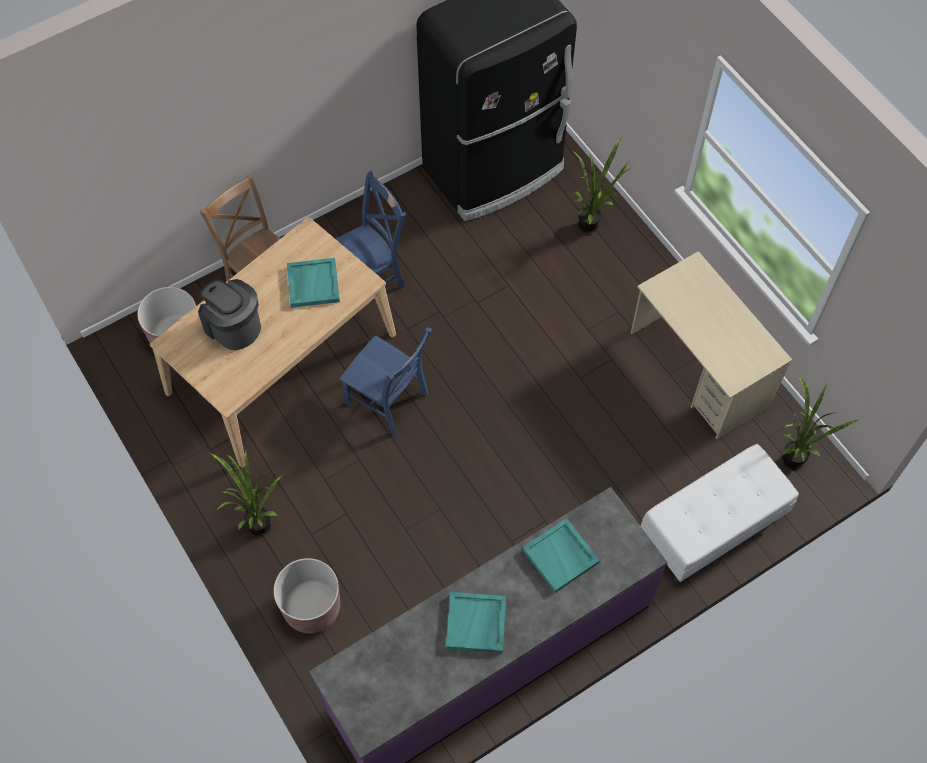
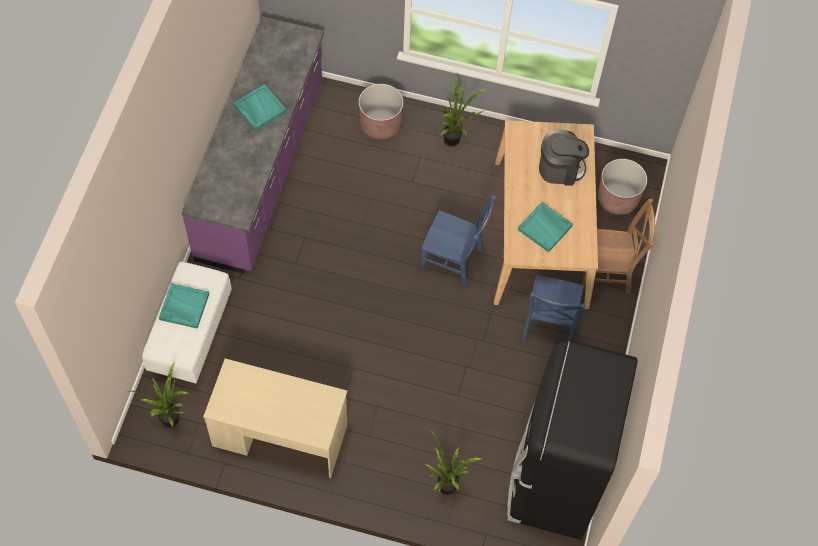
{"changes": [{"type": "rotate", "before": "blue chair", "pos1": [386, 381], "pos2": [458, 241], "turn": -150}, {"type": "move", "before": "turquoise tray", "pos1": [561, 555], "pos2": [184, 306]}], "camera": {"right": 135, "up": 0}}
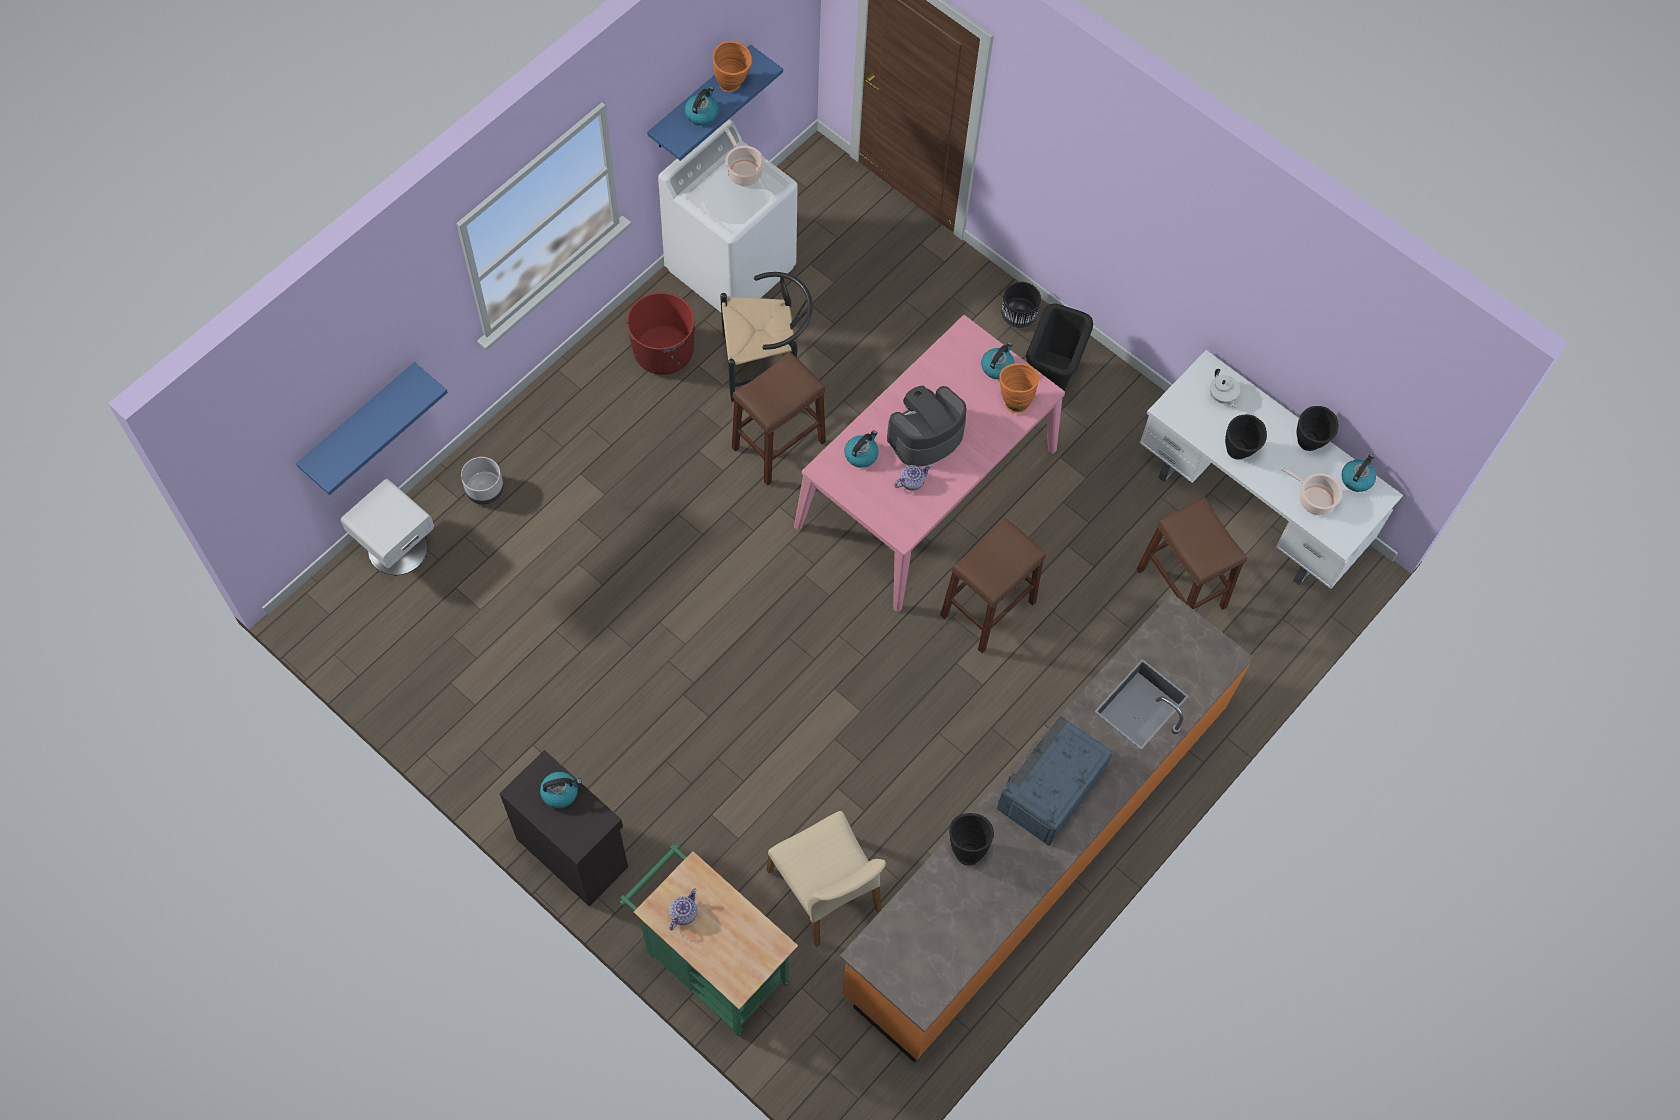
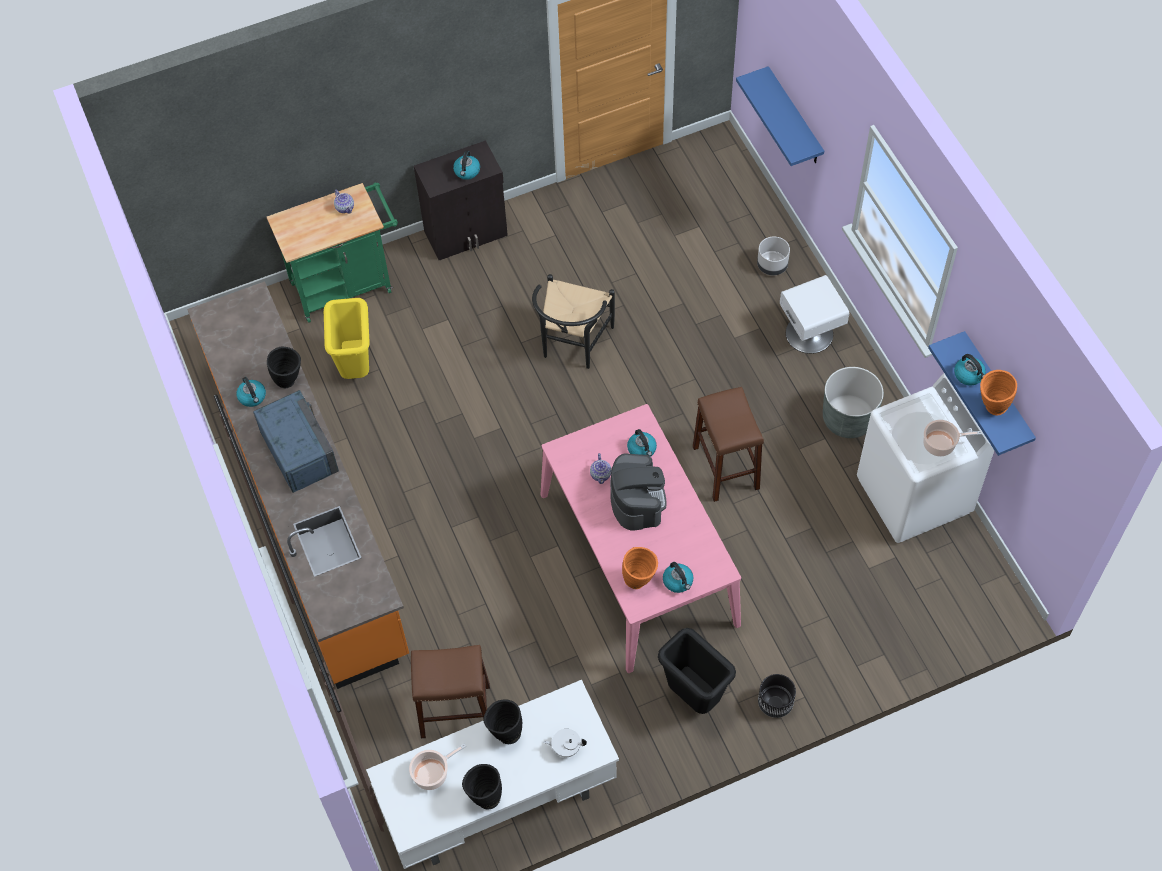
{"changes": [{"type": "move", "before": "black chair", "pos1": [766, 337], "pos2": [573, 321]}, {"type": "recolor", "before": "red planter", "after": "grey planter", "pos1": [661, 333], "pos2": [853, 402]}, {"type": "move", "before": "kettle", "pos1": [1358, 473], "pos2": [251, 392]}, {"type": "move", "before": "white nightstand", "pos1": [387, 526], "pos2": [814, 314]}, {"type": "delete", "before": "brown stool", "pos1": [993, 585]}, {"type": "replace", "before": "beige chair", "after": "yellow trash can", "pos1": [826, 879], "pos2": [347, 338]}], "camera": {"right": 120, "up": -5}}
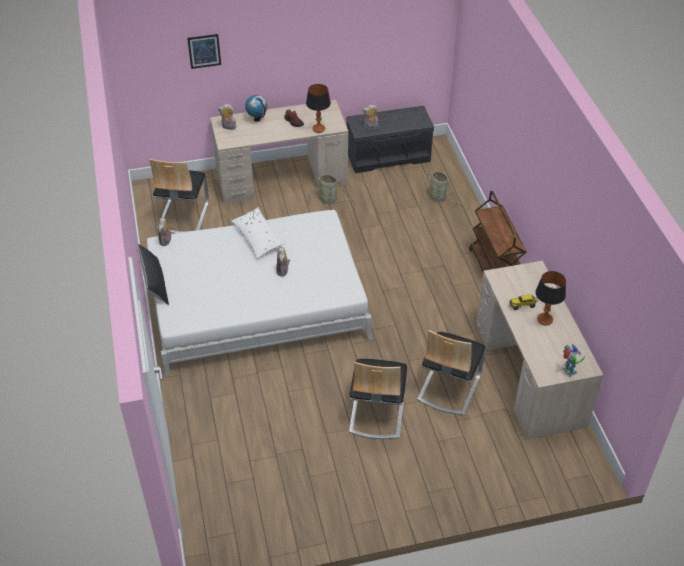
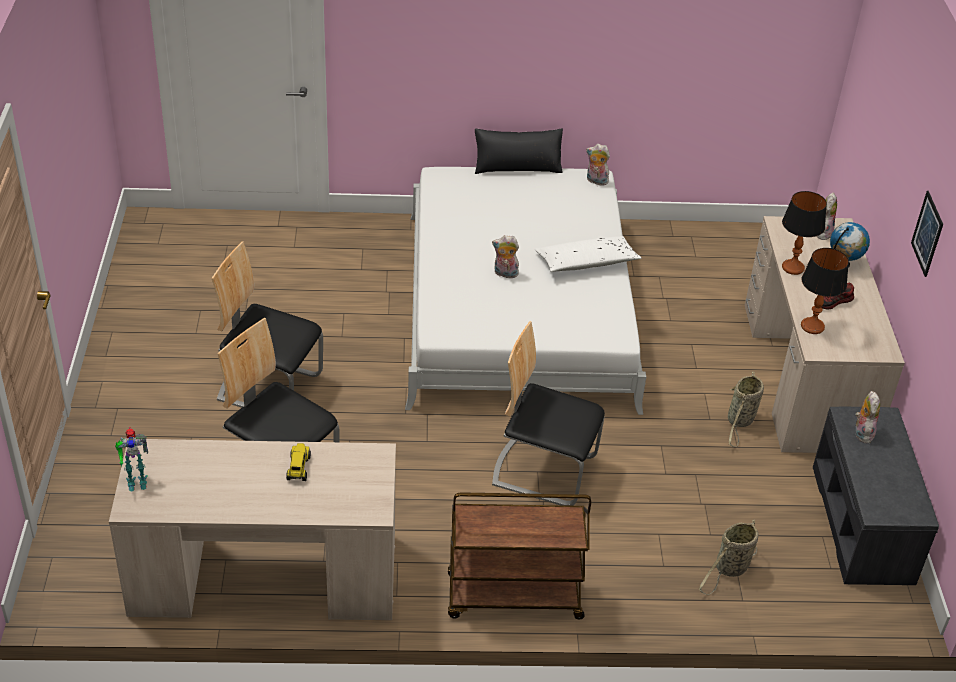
{"changes": [{"type": "move", "before": "picture", "pos1": [204, 51], "pos2": [927, 234]}, {"type": "move", "before": "chair", "pos1": [179, 196], "pos2": [548, 413]}, {"type": "move", "before": "table lamp", "pos1": [550, 298], "pos2": [804, 233]}], "camera": {"right": 100, "up": -5}}
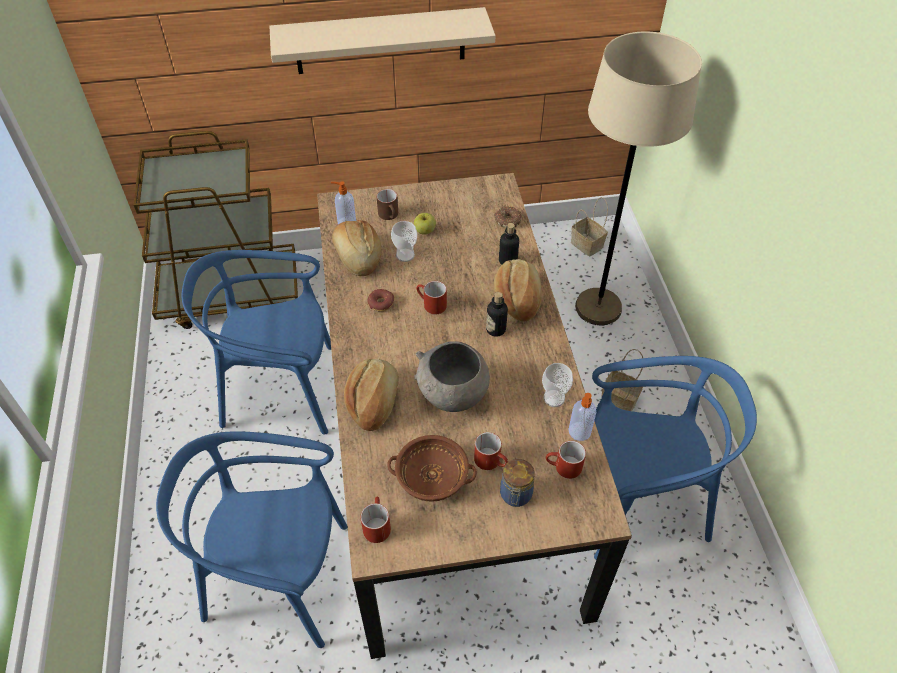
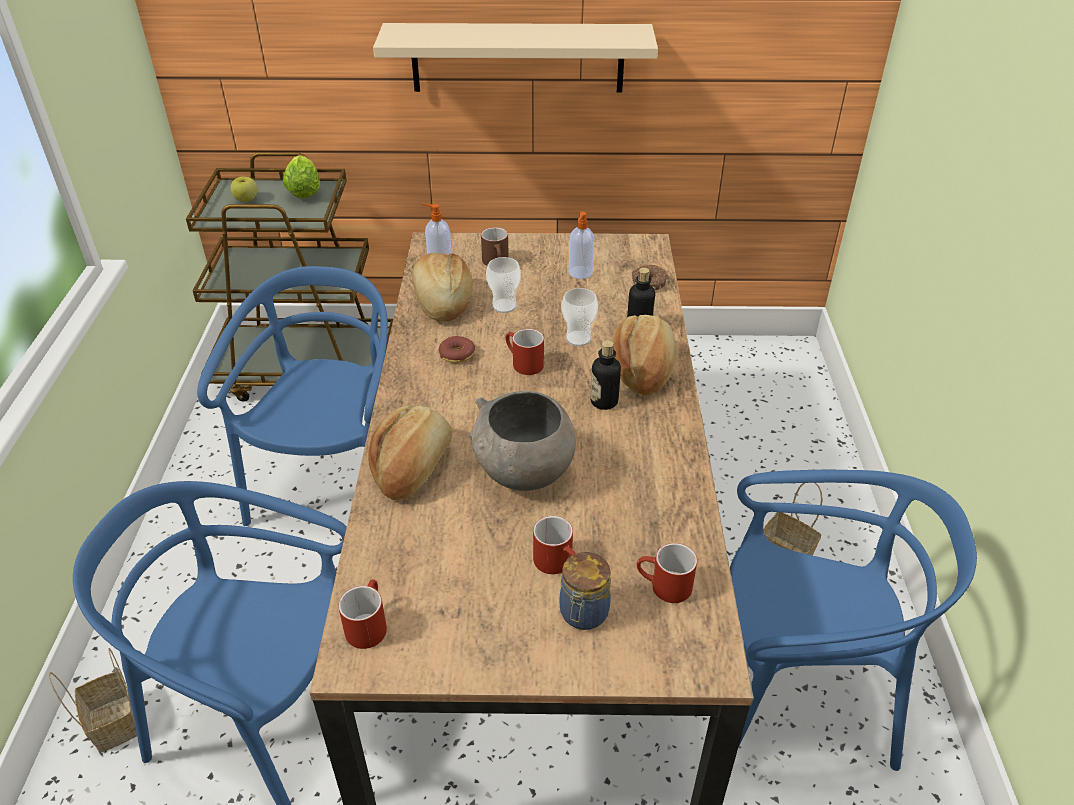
{"changes": [{"type": "delete", "before": "beige floor lamp", "pos1": [638, 178]}, {"type": "move", "before": "basket", "pos1": [589, 226], "pos2": [93, 700]}, {"type": "move", "before": "apple", "pos1": [425, 224], "pos2": [244, 189]}, {"type": "rotate", "before": "blue chair", "pos1": [256, 342], "pos2": [292, 396], "turn": 90}, {"type": "move", "before": "cup", "pos1": [557, 385], "pos2": [580, 317]}, {"type": "move", "before": "soap dispenser", "pos1": [582, 417], "pos2": [581, 245]}, {"type": "delete", "before": "brown bowl", "pos1": [432, 468]}, {"type": "insert", "after": "lettuce", "pos2": [301, 176]}], "camera": {"right": 10, "up": -10}}
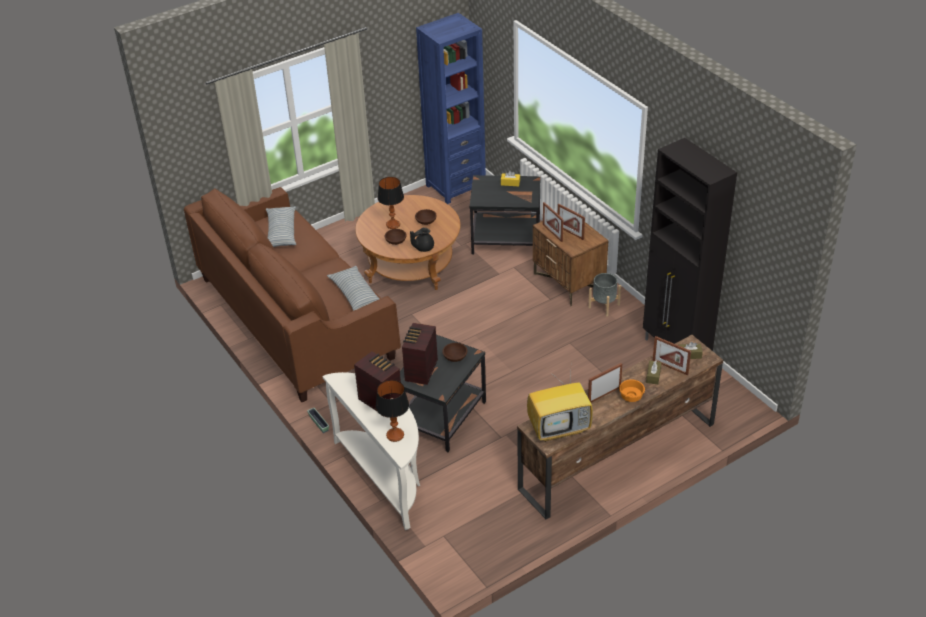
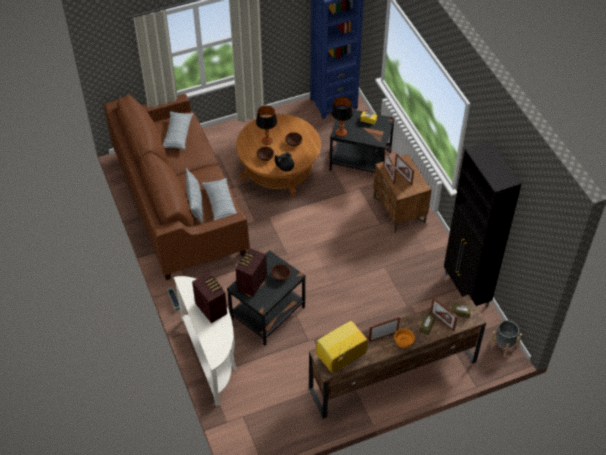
{"changes": [{"type": "move", "before": "grey planter", "pos1": [604, 295], "pos2": [506, 338]}, {"type": "rotate", "before": "television", "pos1": [560, 406], "pos2": [342, 347], "turn": 150}, {"type": "move", "before": "table lamp", "pos1": [392, 411], "pos2": [342, 117]}, {"type": "insert", "after": "pillow", "pos2": [194, 195]}], "camera": {"right": 10, "up": 10}}
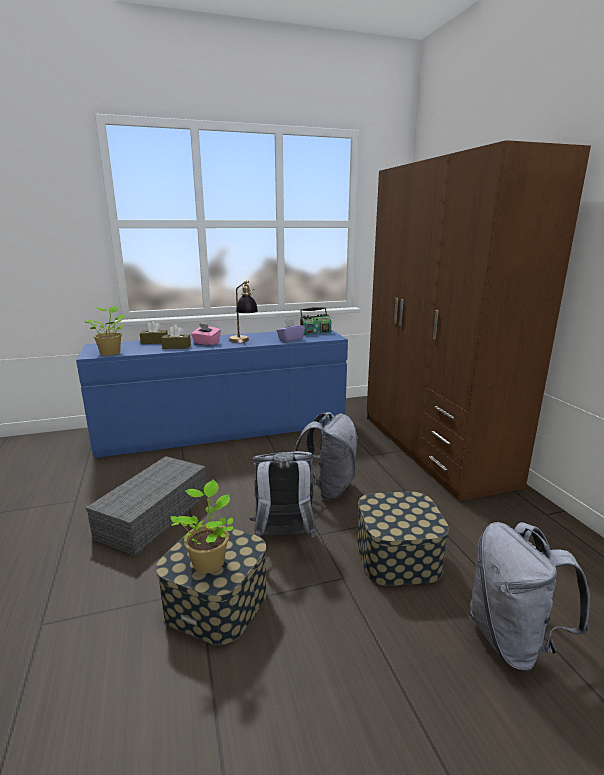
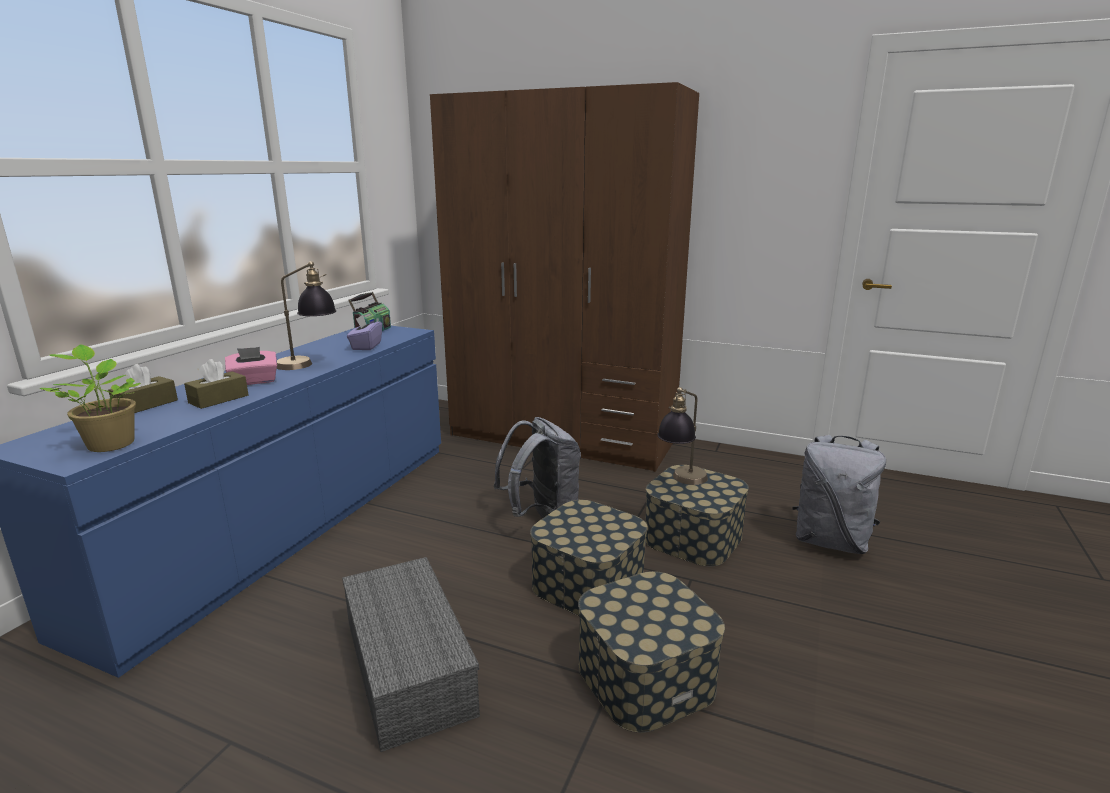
{"changes": [{"type": "replace", "before": "grey backpack", "after": "storage box", "pos1": [284, 494], "pos2": [589, 558]}, {"type": "delete", "before": "potted plant", "pos1": [202, 527]}, {"type": "insert", "after": "table lamp", "pos2": [682, 436]}], "camera": {"right": -50, "up": 0}}
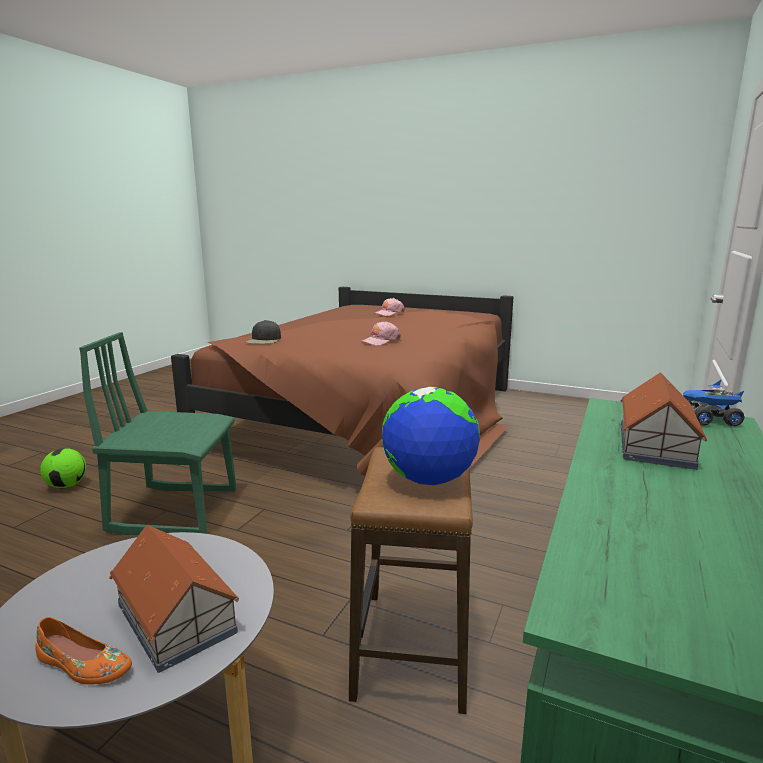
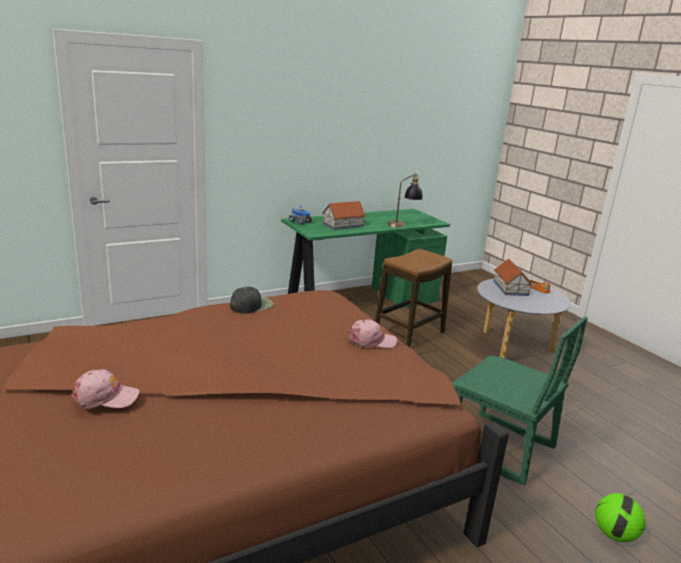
{"changes": [{"type": "move", "before": "black cap", "pos1": [263, 332], "pos2": [252, 300]}, {"type": "move", "before": "pink cap", "pos1": [380, 333], "pos2": [373, 333]}, {"type": "delete", "before": "globe", "pos1": [431, 436]}, {"type": "insert", "after": "table lamp", "pos2": [405, 200]}], "camera": {"right": -145, "up": 5}}
